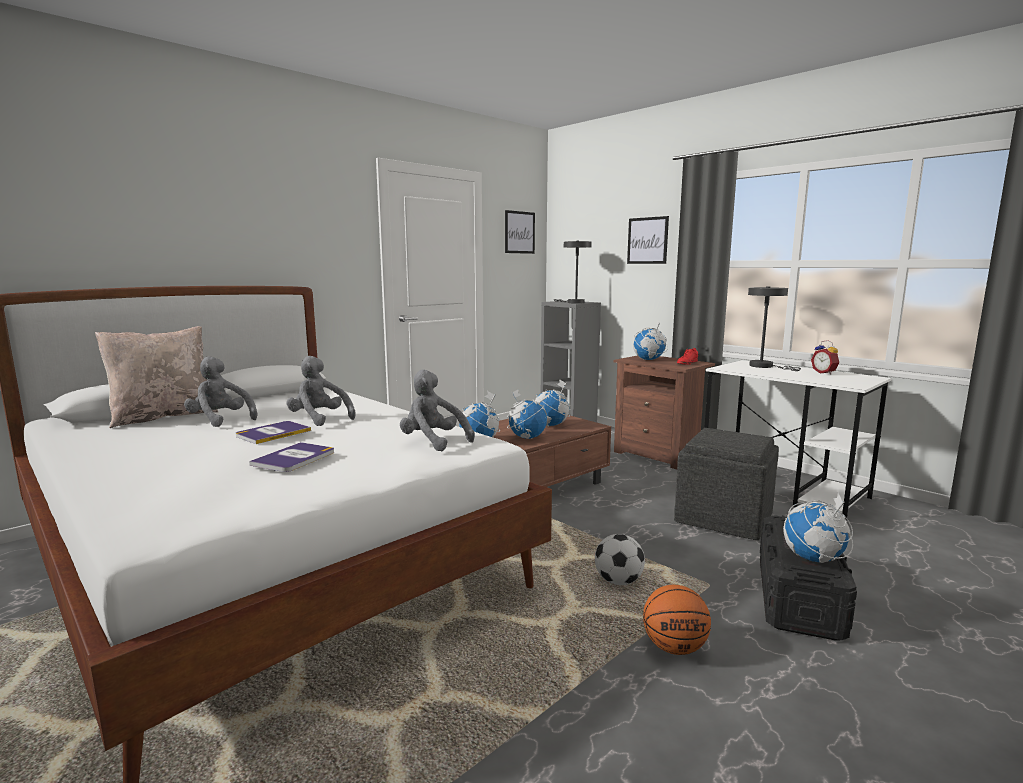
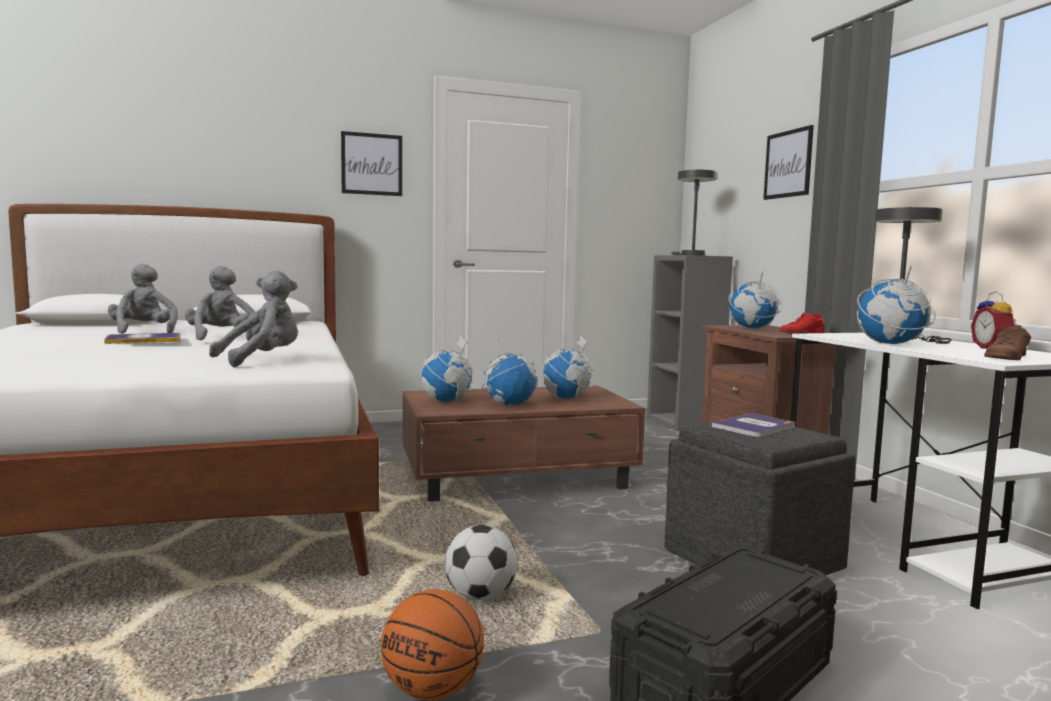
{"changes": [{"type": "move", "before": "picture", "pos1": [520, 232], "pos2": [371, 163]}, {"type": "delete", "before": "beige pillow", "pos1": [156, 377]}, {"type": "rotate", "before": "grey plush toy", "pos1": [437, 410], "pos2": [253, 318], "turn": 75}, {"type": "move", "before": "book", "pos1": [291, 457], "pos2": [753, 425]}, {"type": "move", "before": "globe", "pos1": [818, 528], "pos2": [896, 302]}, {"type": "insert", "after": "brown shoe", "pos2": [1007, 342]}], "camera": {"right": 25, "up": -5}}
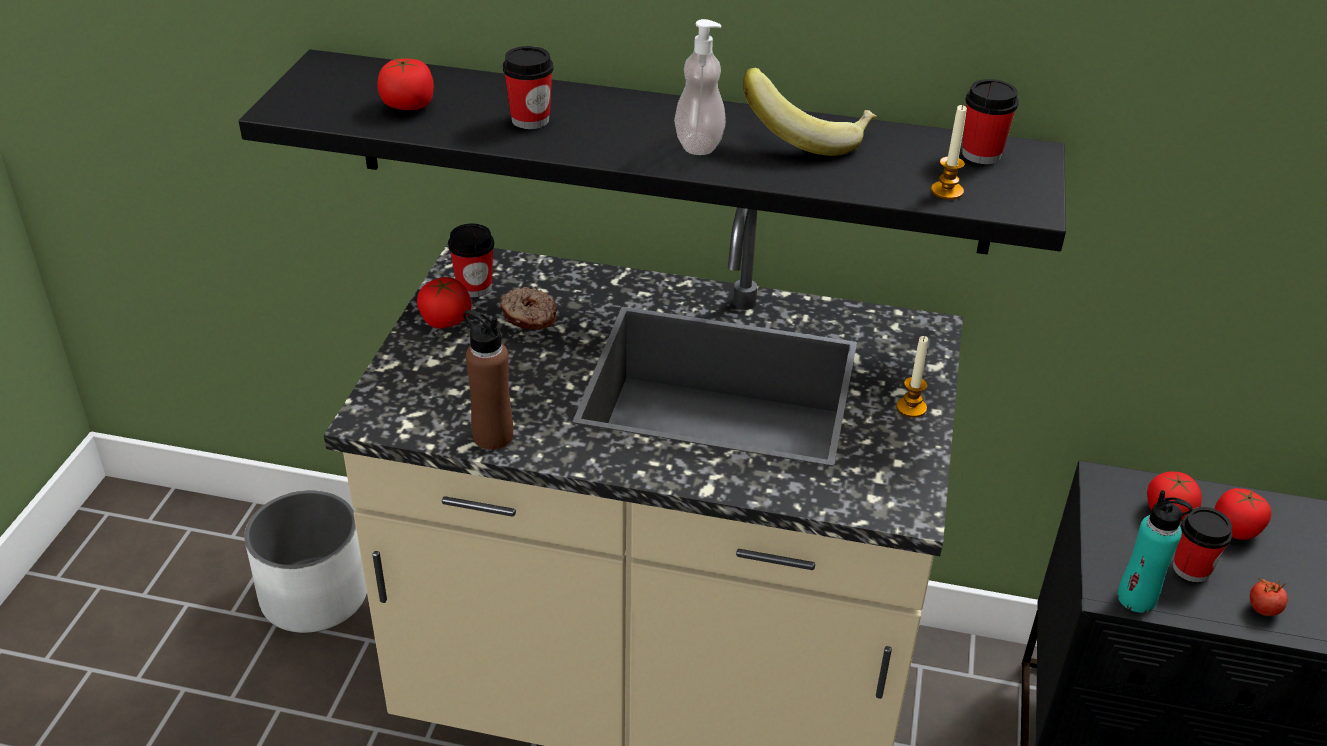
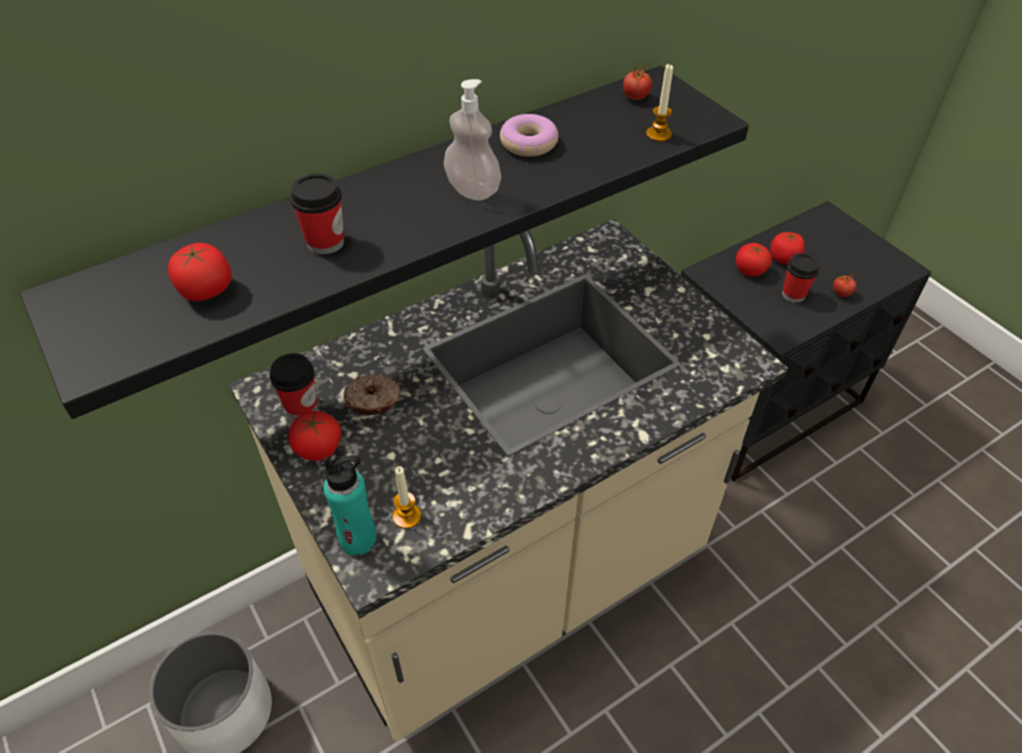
{"changes": [{"type": "replace", "before": "banana", "after": "donut", "pos1": [809, 112], "pos2": [529, 135]}, {"type": "replace", "before": "cup", "after": "tomato", "pos1": [990, 121], "pos2": [637, 81]}, {"type": "delete", "before": "brown bottle", "pos1": [488, 380]}, {"type": "move", "before": "candle", "pos1": [912, 377], "pos2": [407, 497]}, {"type": "move", "before": "turquoise bottle", "pos1": [1154, 551], "pos2": [349, 506]}], "camera": {"right": -45, "up": 10}}
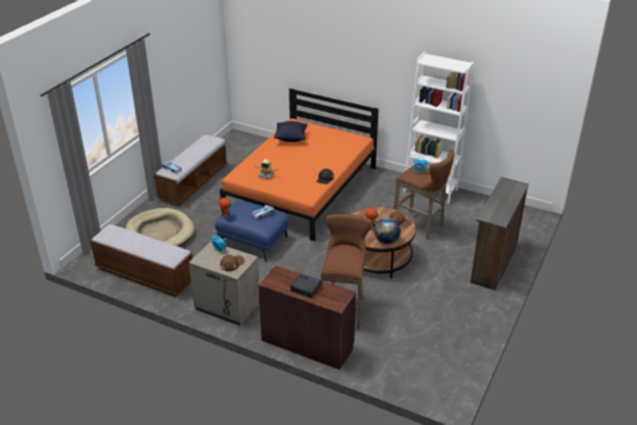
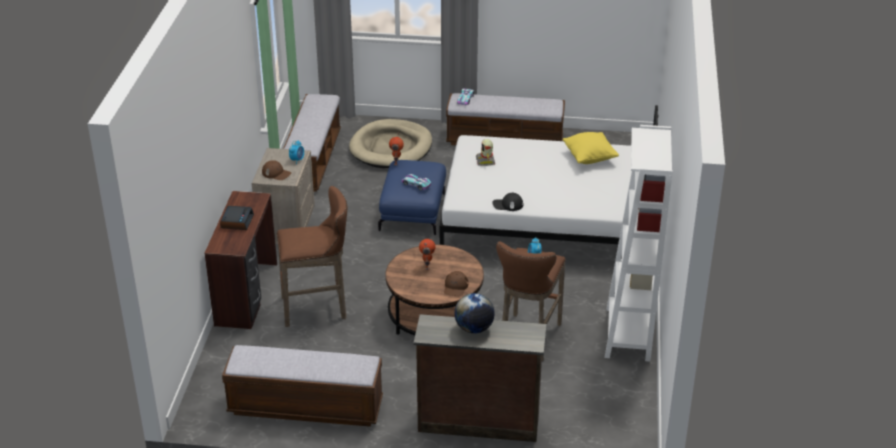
{"changes": [{"type": "recolor", "before": "orange bed", "after": "white bed", "pos1": [299, 164], "pos2": [549, 175]}, {"type": "recolor", "before": "black pillow", "after": "yellow pillow", "pos1": [290, 131], "pos2": [591, 148]}, {"type": "move", "before": "globe", "pos1": [387, 231], "pos2": [474, 313]}, {"type": "insert", "after": "bench", "pos2": [302, 386]}], "camera": {"right": 70, "up": 0}}
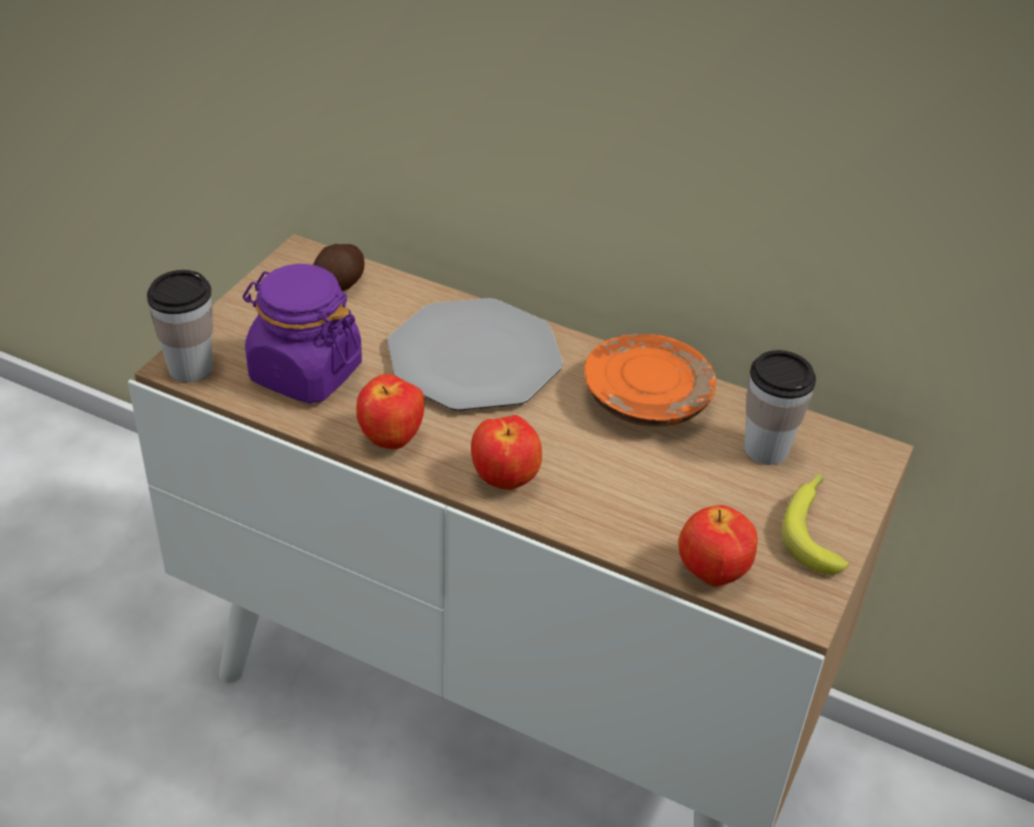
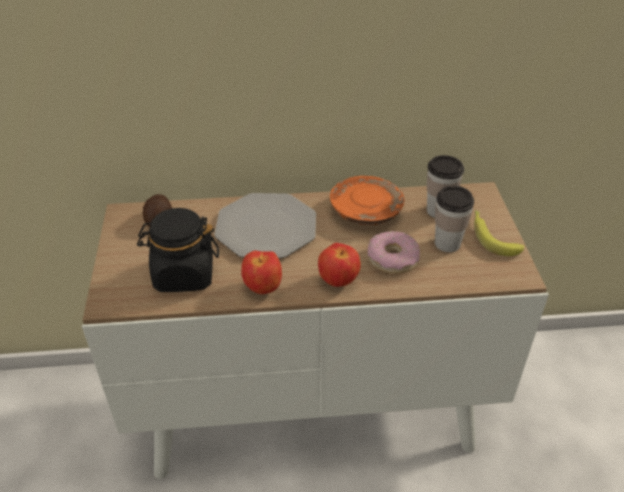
{"changes": [{"type": "recolor", "before": "purple jar", "after": "black jar", "pos1": [302, 334], "pos2": [178, 250]}, {"type": "move", "before": "cup", "pos1": [180, 326], "pos2": [454, 218]}, {"type": "delete", "before": "apple", "pos1": [717, 546]}, {"type": "insert", "after": "donut", "pos2": [394, 252]}], "camera": {"right": -30, "up": 0}}
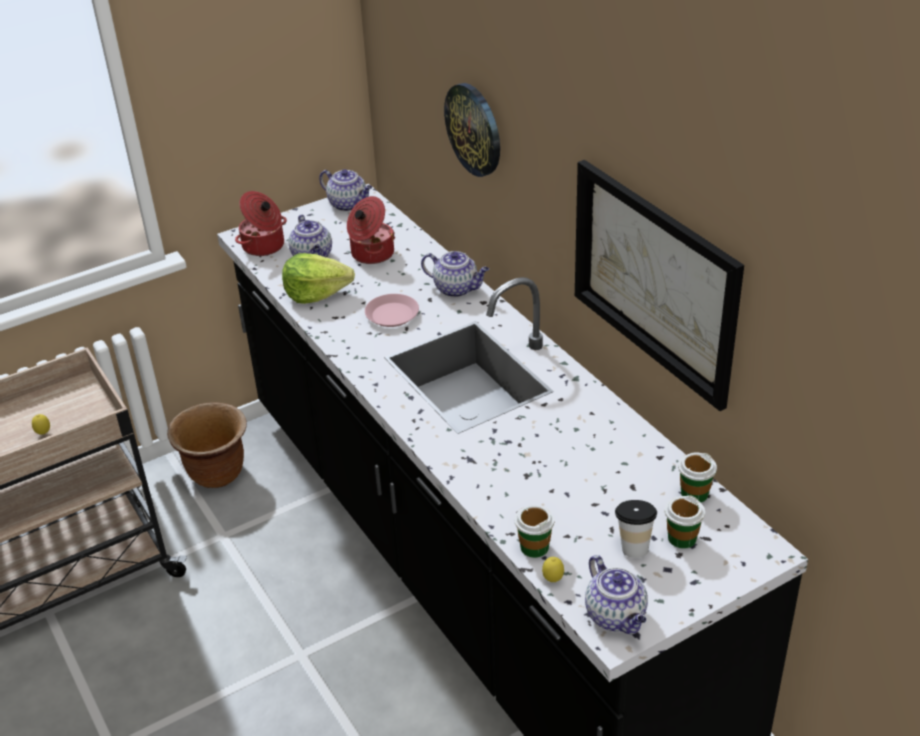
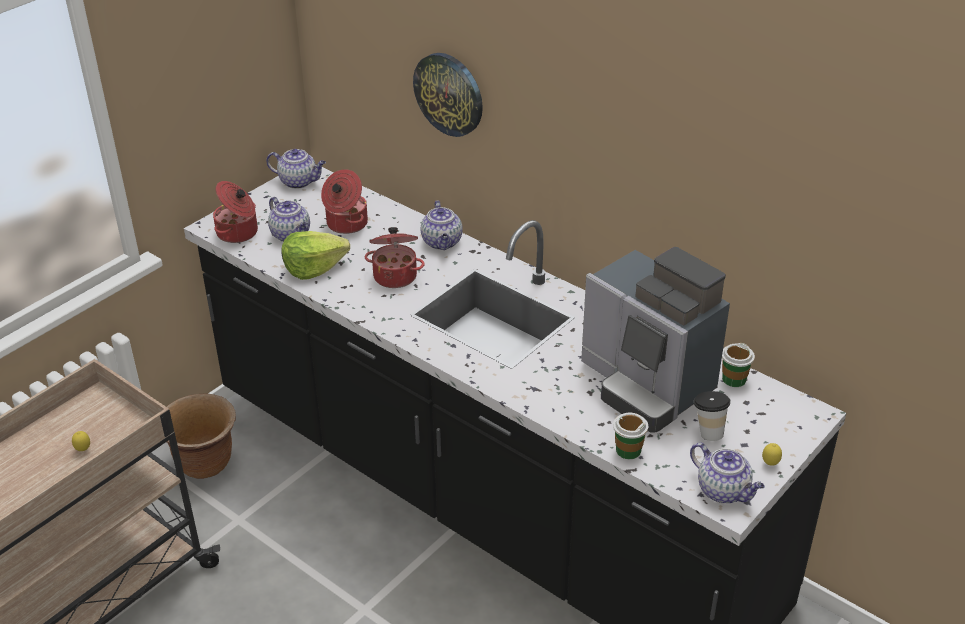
{"changes": [{"type": "delete", "before": "picture", "pos1": [659, 285]}, {"type": "rotate", "before": "teapot", "pos1": [455, 274], "pos2": [442, 225], "turn": 75}, {"type": "replace", "before": "pink plate", "after": "cooking pot", "pos1": [392, 310], "pos2": [395, 257]}, {"type": "delete", "before": "cup", "pos1": [685, 522]}, {"type": "move", "before": "lemon", "pos1": [553, 569], "pos2": [772, 454]}, {"type": "insert", "after": "coffee machine", "pos2": [655, 340]}], "camera": {"right": -20, "up": 0}}
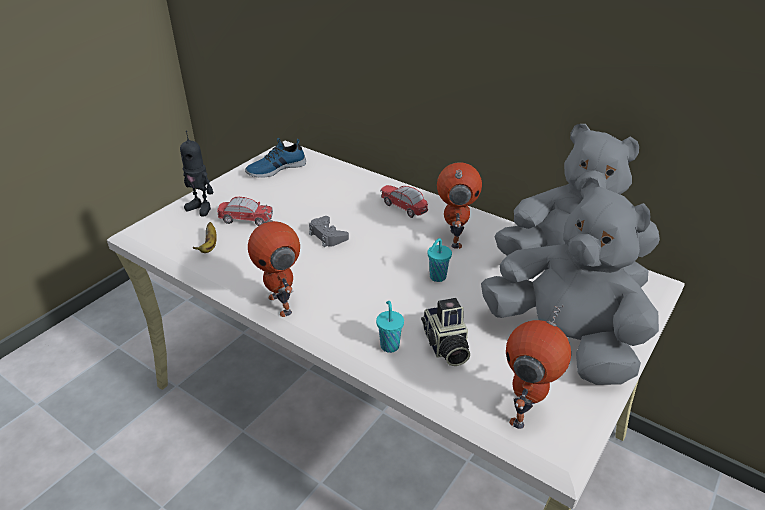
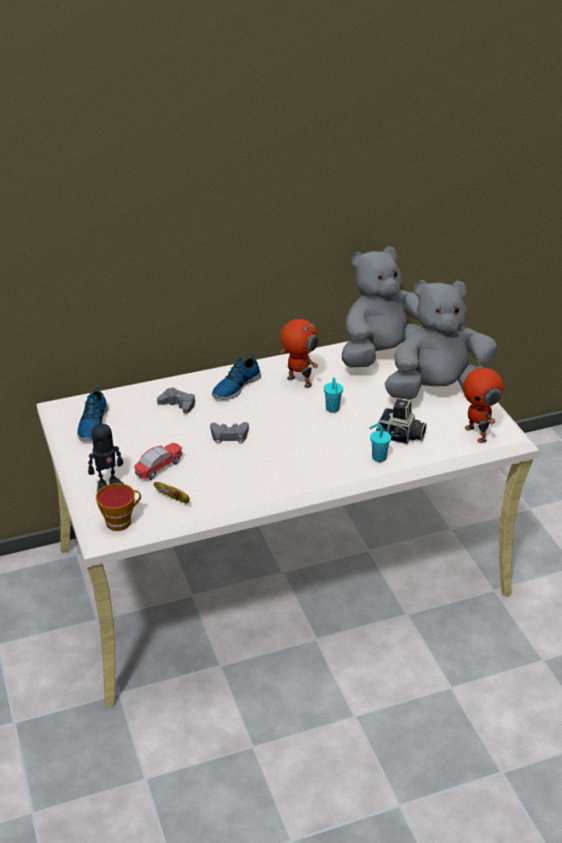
{"changes": [{"type": "replace", "before": "toy car", "after": "shoe", "pos1": [404, 201], "pos2": [236, 376]}, {"type": "delete", "before": "toy robot", "pos1": [274, 261]}, {"type": "insert", "after": "grey game controller", "pos2": [176, 400]}, {"type": "insert", "after": "cup", "pos2": [118, 507]}], "camera": {"right": -55, "up": 0}}
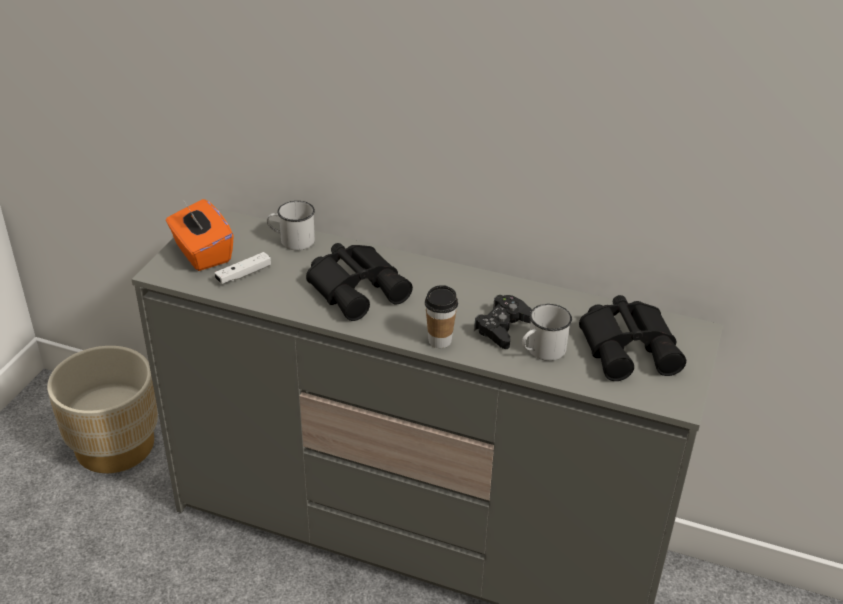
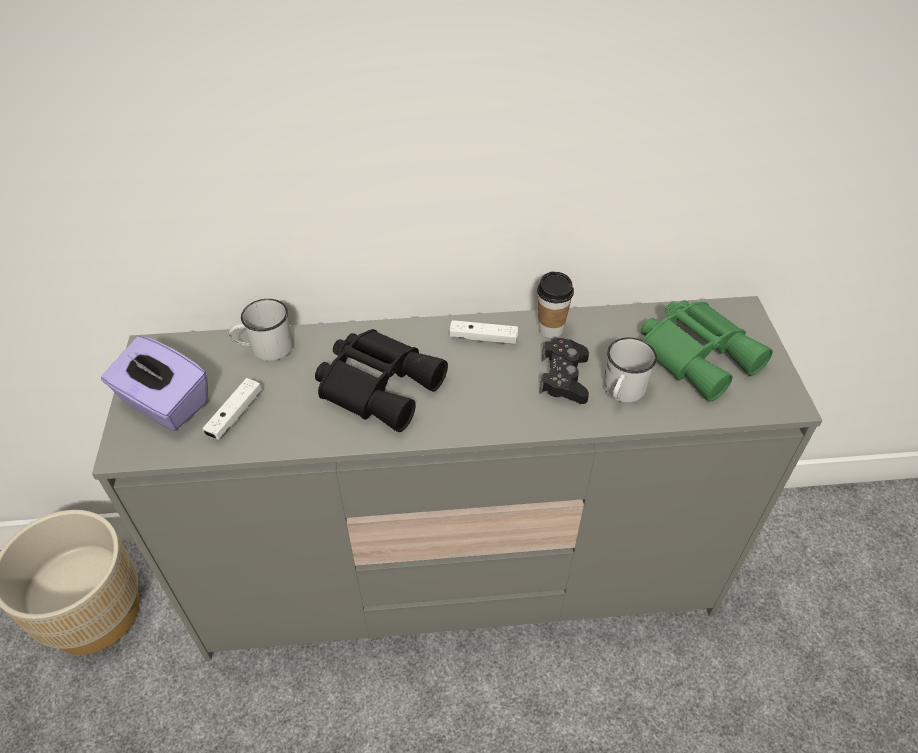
{"changes": [{"type": "recolor", "before": "orange tissue box", "after": "purple tissue box", "pos1": [200, 235], "pos2": [154, 383]}, {"type": "move", "before": "cup", "pos1": [441, 316], "pos2": [555, 304]}, {"type": "recolor", "before": "black binoculars", "after": "green binoculars", "pos1": [632, 338], "pos2": [707, 351]}, {"type": "insert", "after": "white game controller", "pos2": [483, 332]}], "camera": {"right": -25, "up": 10}}
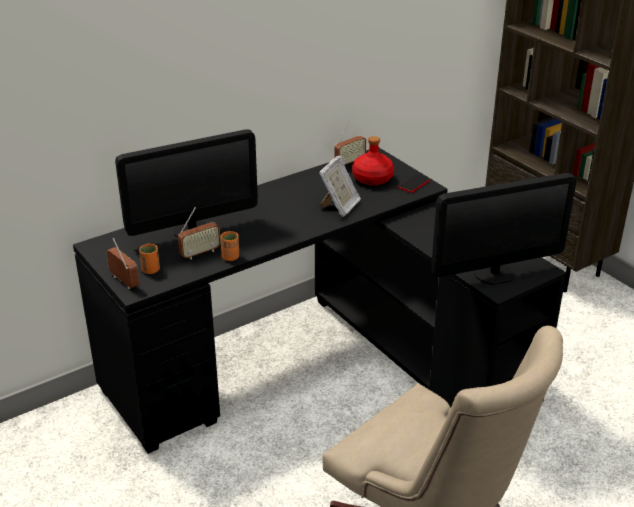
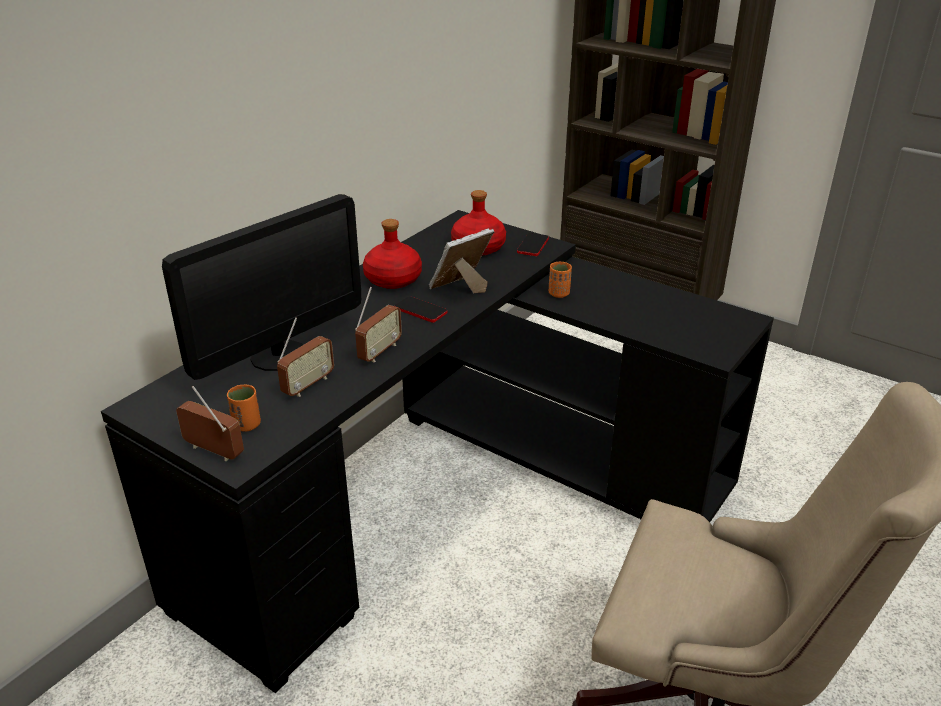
{"changes": [{"type": "move", "before": "radio", "pos1": [350, 143], "pos2": [378, 324]}, {"type": "rotate", "before": "picture frame", "pos1": [340, 186], "pos2": [461, 260], "turn": -135}, {"type": "delete", "before": "monitor", "pos1": [504, 229]}, {"type": "move", "before": "orange cup", "pos1": [230, 246], "pos2": [560, 280]}, {"type": "insert", "after": "red bottle", "pos2": [392, 254]}, {"type": "insert", "after": "phone", "pos2": [421, 309]}], "camera": {"right": -20, "up": 0}}
